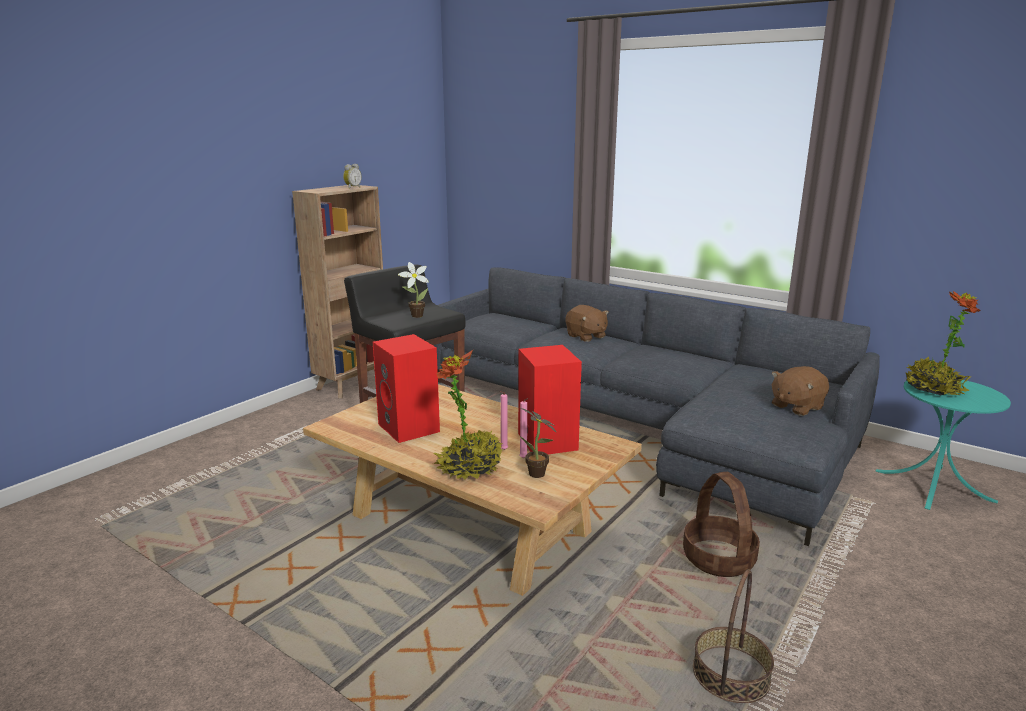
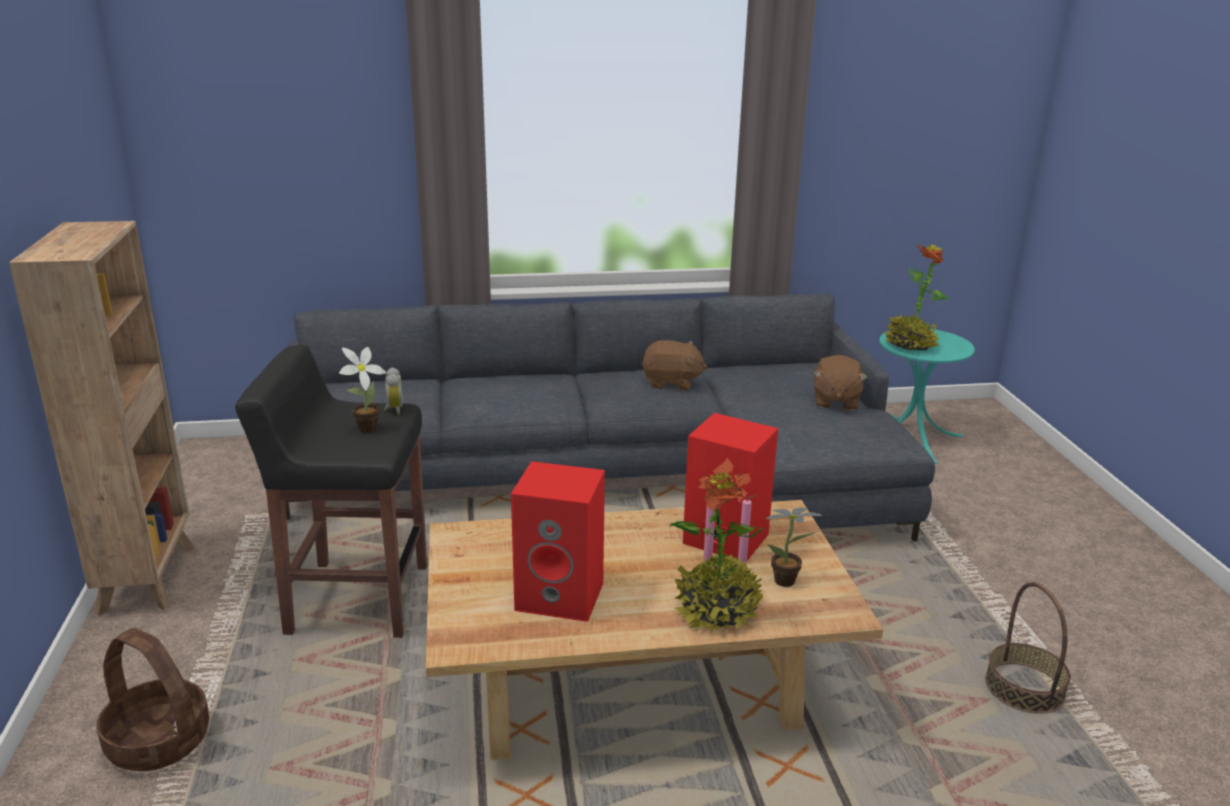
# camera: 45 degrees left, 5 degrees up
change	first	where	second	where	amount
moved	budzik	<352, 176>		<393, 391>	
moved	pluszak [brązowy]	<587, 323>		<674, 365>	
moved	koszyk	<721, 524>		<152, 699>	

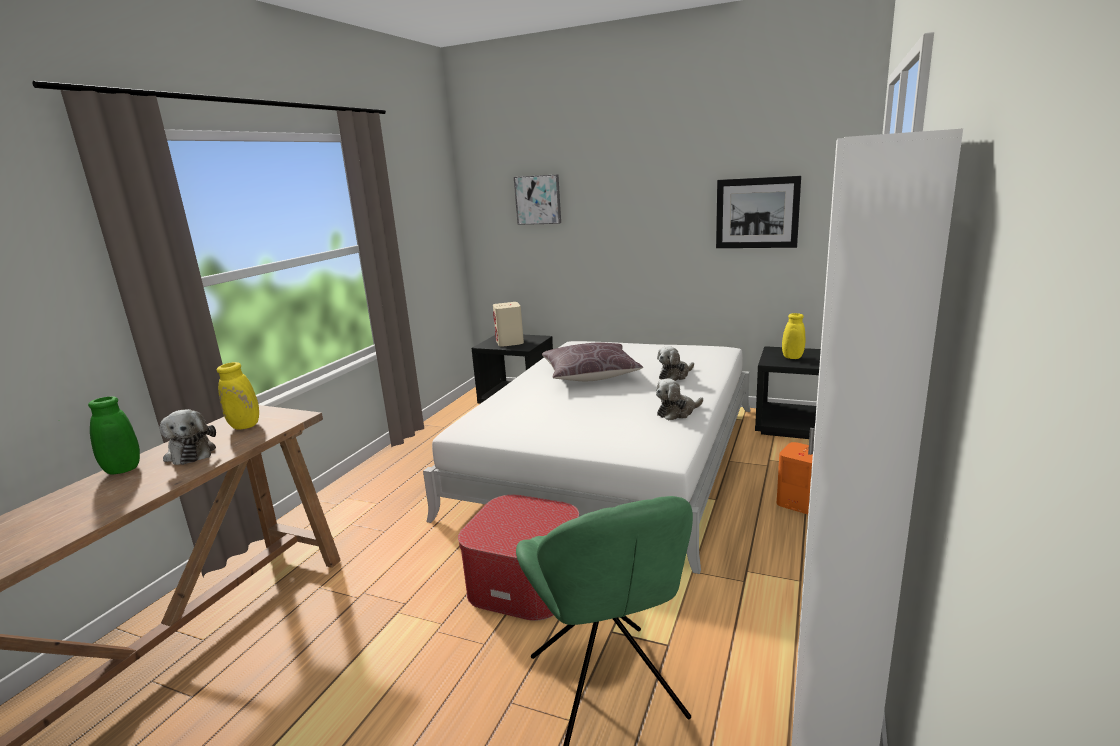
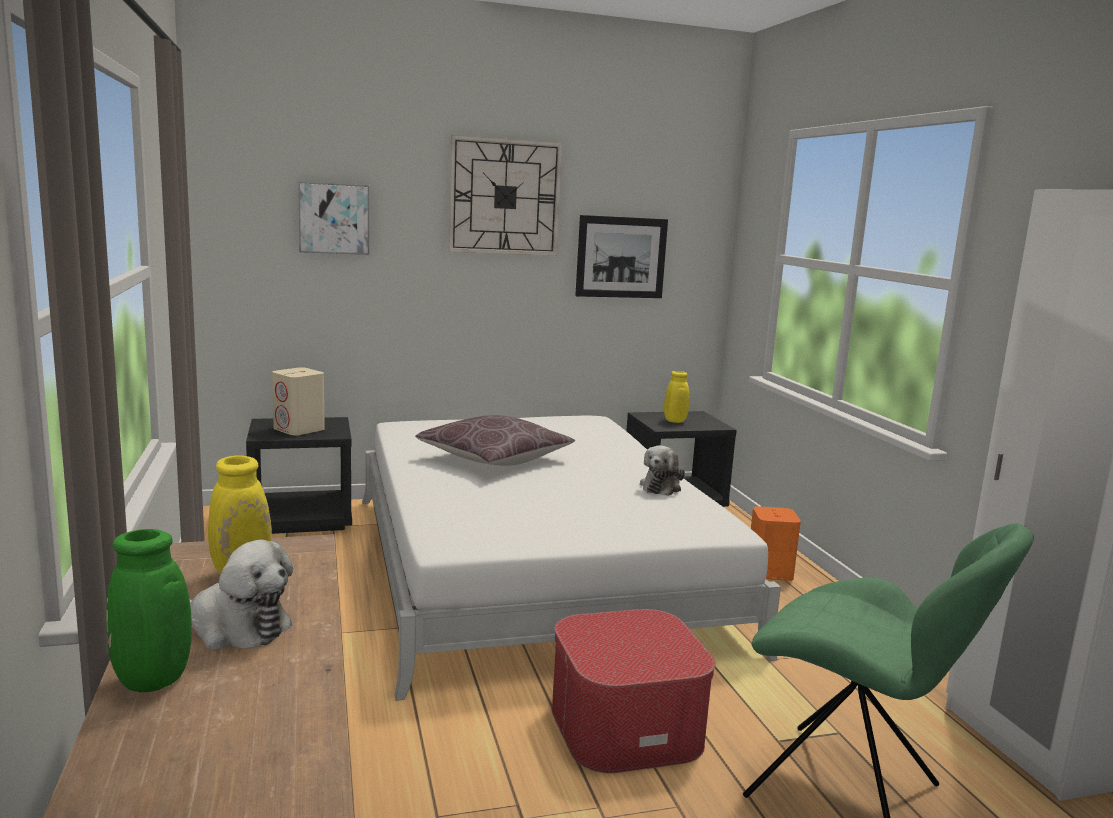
# camera: 40 degrees left, 5 degrees down
change	first	where	second	where	amount
removed	pluszak	<675, 363>			
added			zegar ścienny	<505, 195>	

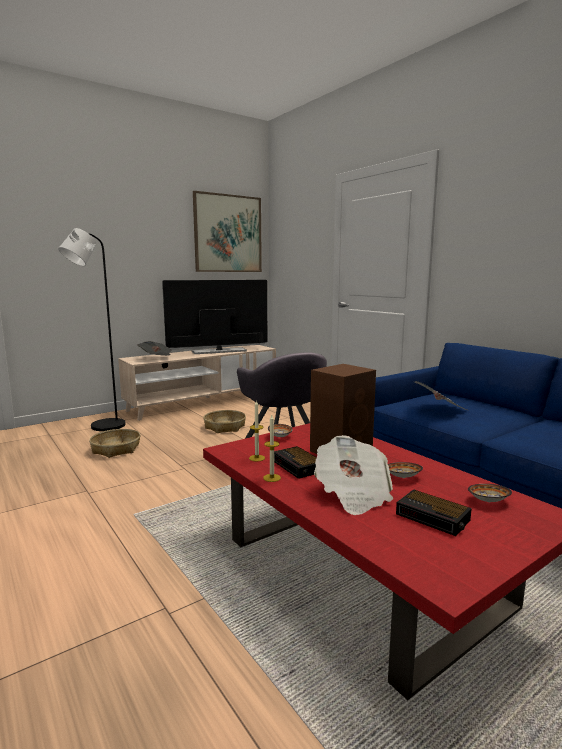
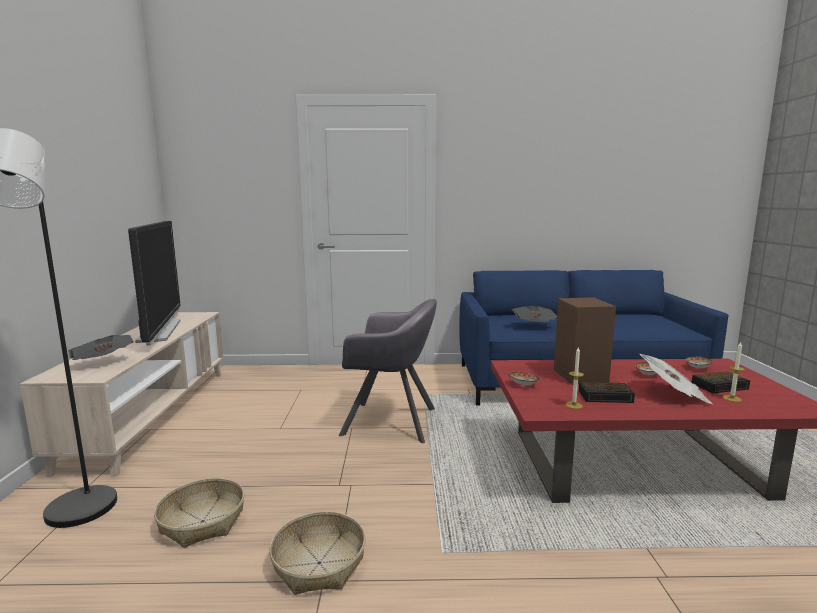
# camera: 55 degrees left, 0 degrees up
change	first	where	second	where	amount
removed	obraz	<227, 231>			
moved	koszyk	<224, 421>		<317, 553>	
moved	świeca	<272, 448>		<734, 372>	
turned	telewizor	<214, 317>		<154, 283>	150 degrees clockwise

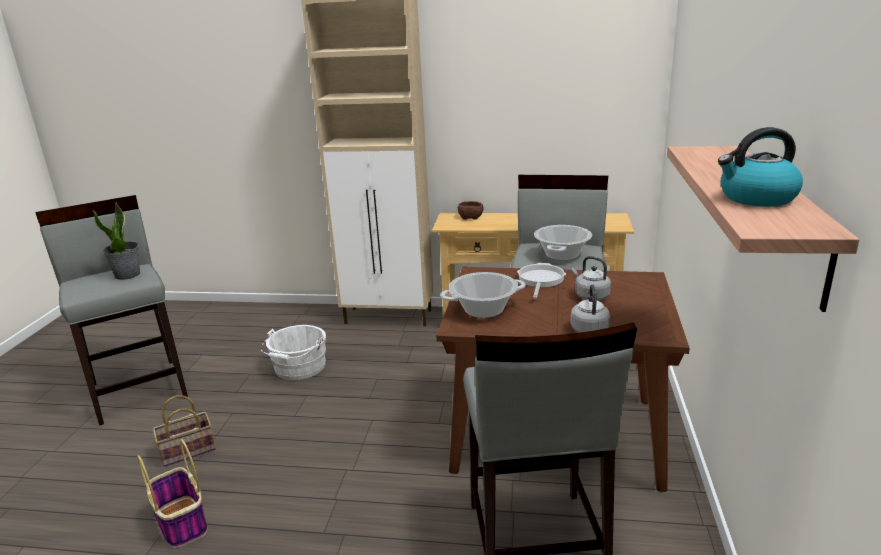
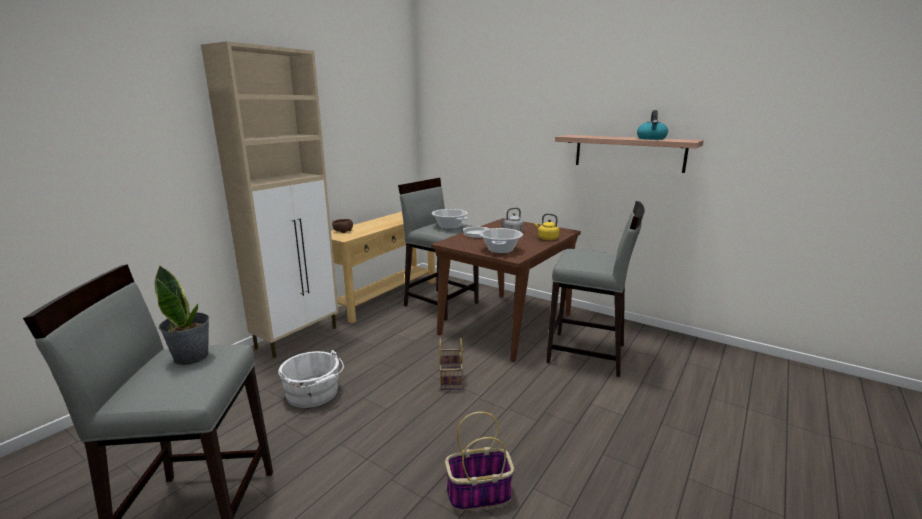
# camera: 65 degrees left, 5 degrees down
change	first	where	second	where	amount
moved	koszyk	<184, 431>		<451, 364>	
recoloured	czajnik [szary]	<590, 308>	czajnik [żółty]	<546, 226>	

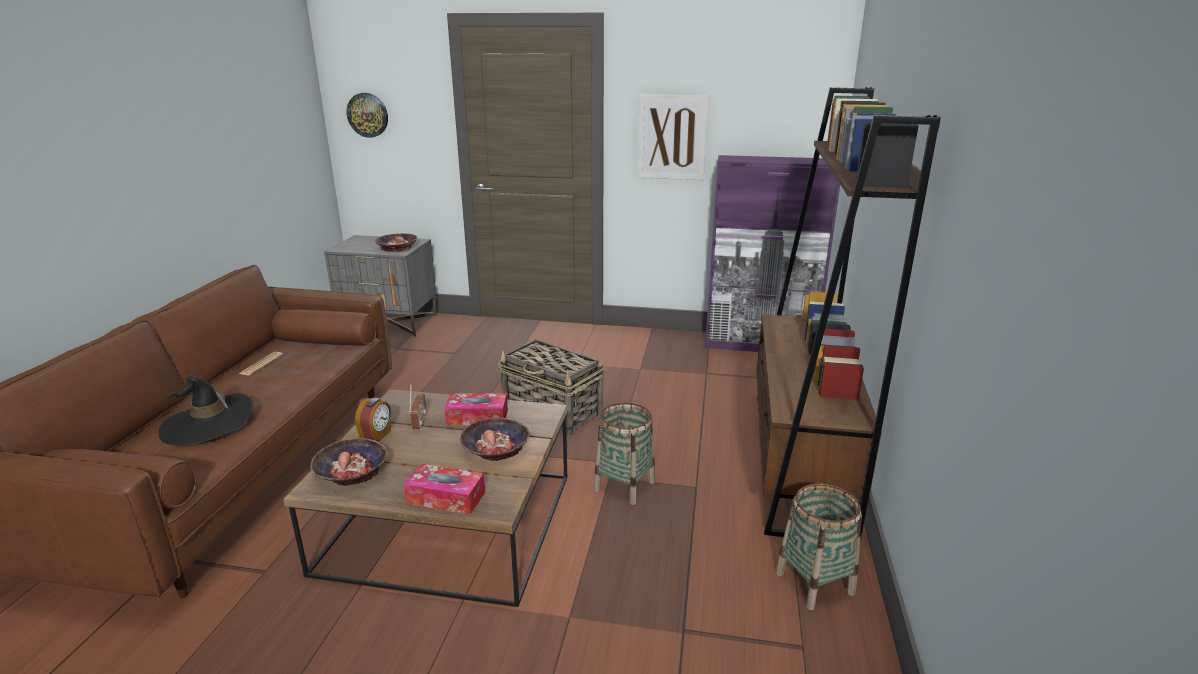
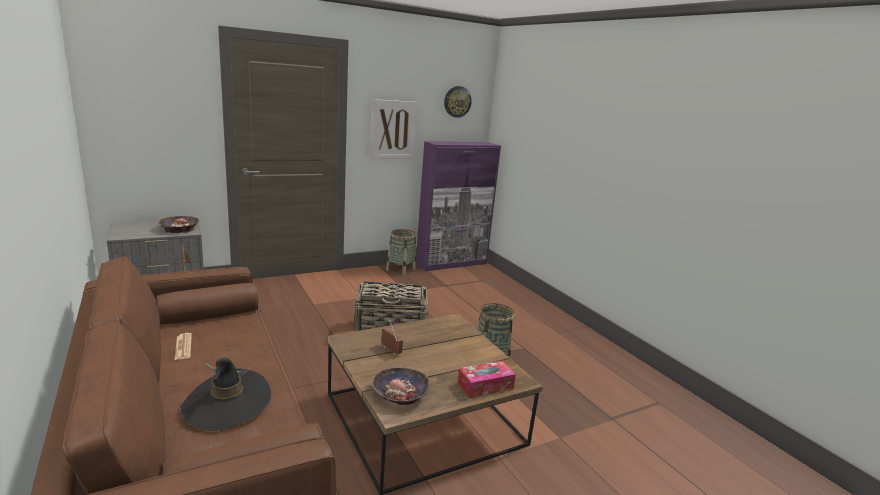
# camera: 40 degrees left, 5 degrees down
change	first	where	second	where	amount
removed	budzik	<373, 419>			
removed	pudełko chusteczek	<476, 409>			
removed	miska	<495, 439>			
removed	regał [brązowy]	<848, 314>			
moved	zegar ścienny	<367, 115>		<458, 102>	
moved	koszyk	<819, 546>		<401, 252>	

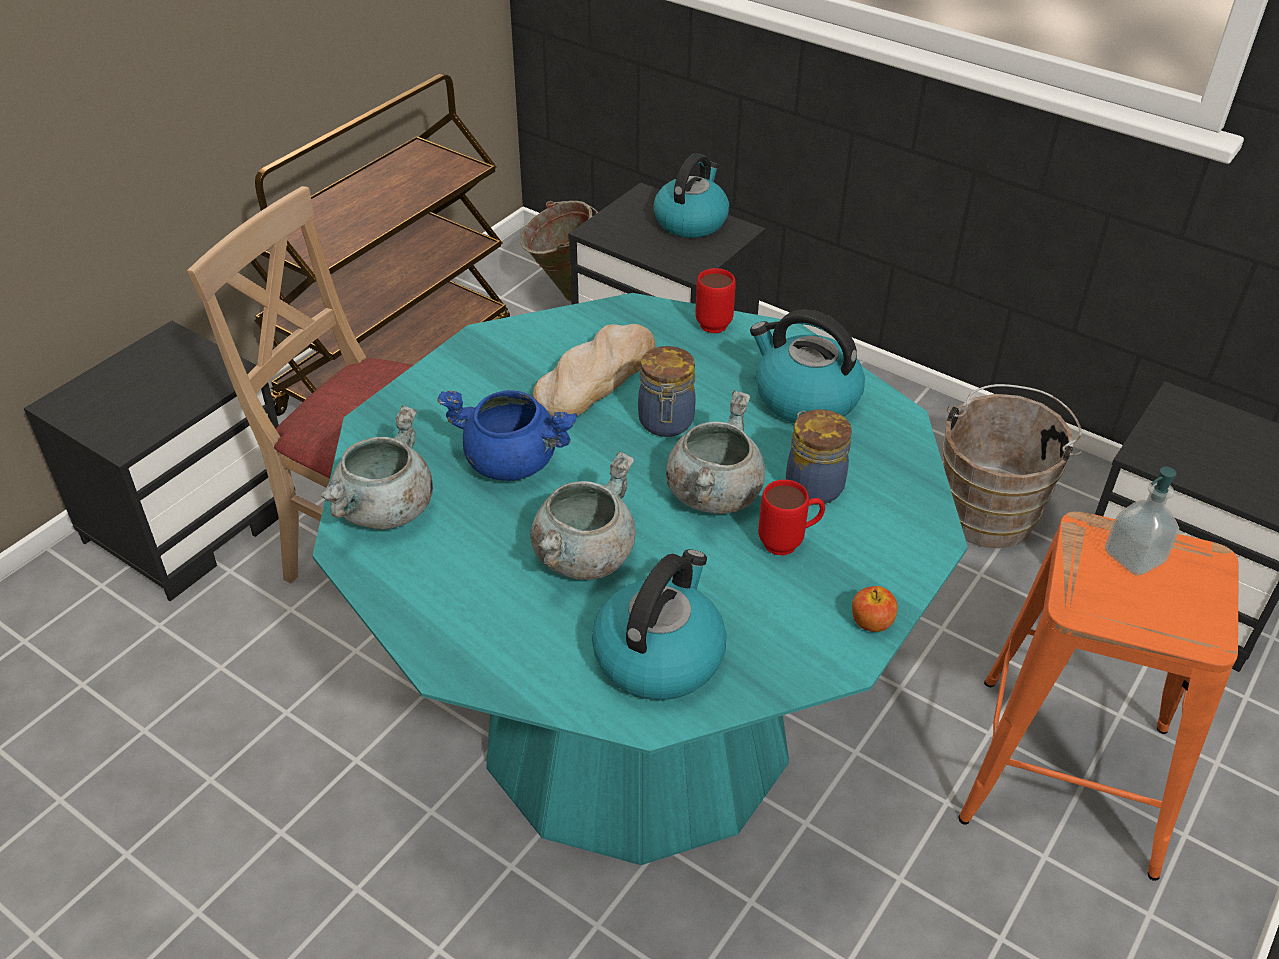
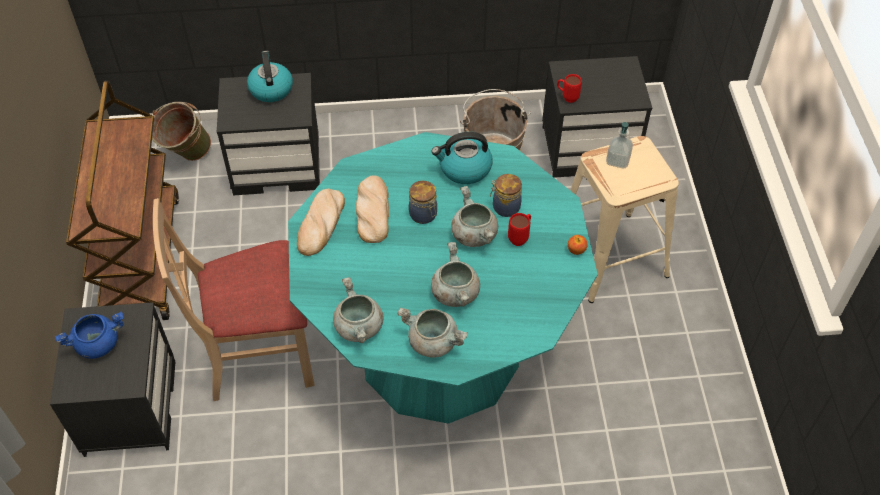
# camera: 40 degrees left, 10 degrees up
change	first	where	second	where	amount
removed	czajnik	<659, 624>			
added			chleb	<321, 222>	
added			garnek [szary]	<432, 333>	
moved	garnek [niebieski]	<507, 435>		<89, 335>	
moved	kubek [czerwony]	<715, 300>		<569, 88>	
recoloured	stołek [pomarańczowy]	<1098, 696>	stołek [beżowy]	<624, 219>	

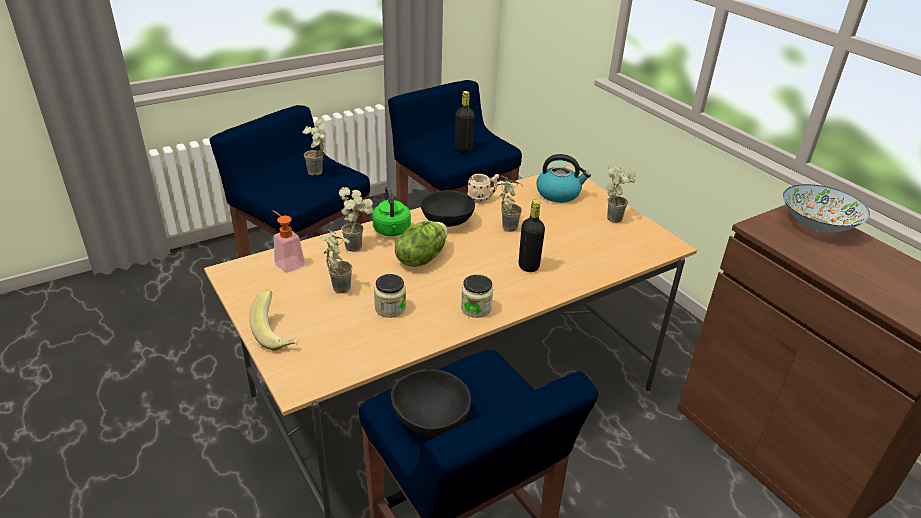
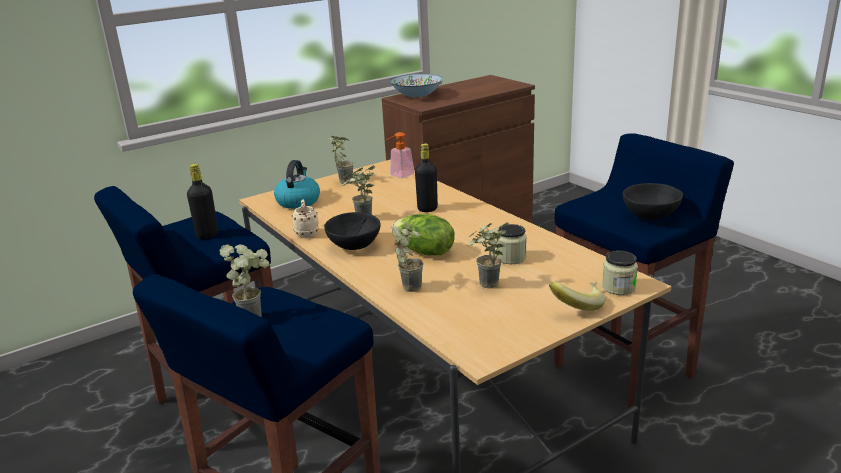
# camera: 90 degrees left, 10 degrees down
change	first	where	second	where	amount
removed	czajnik [zielony]	<391, 210>			
moved	dozownik mydła	<288, 241>		<400, 155>	
moved	słoik	<477, 296>		<620, 272>	

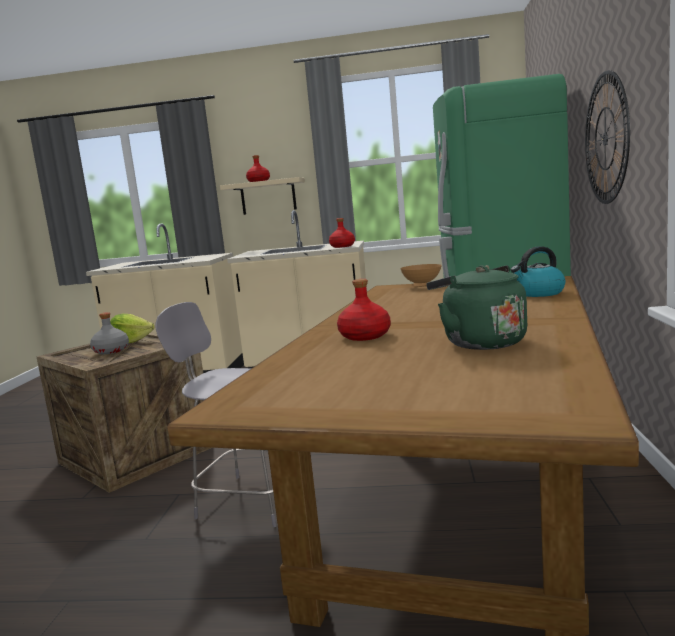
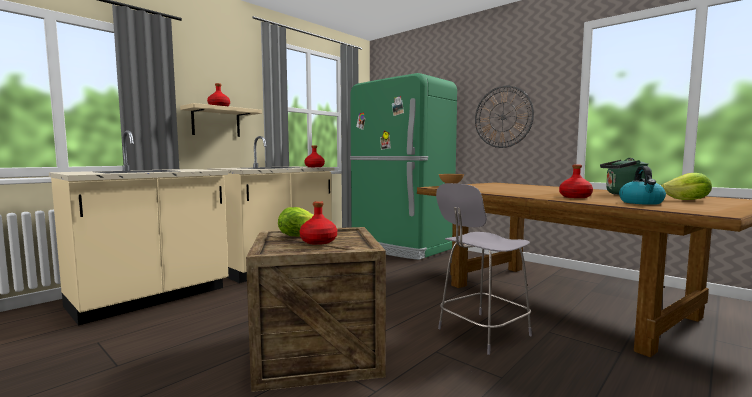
# camera: 55 degrees left, 5 degrees down
change	first	where	second	where	amount
added			sałata	<686, 186>	
moved	czajnik	<537, 271>		<642, 185>	
recoloured	butelka [szary]	<109, 333>	butelka [czerwony]	<318, 223>	

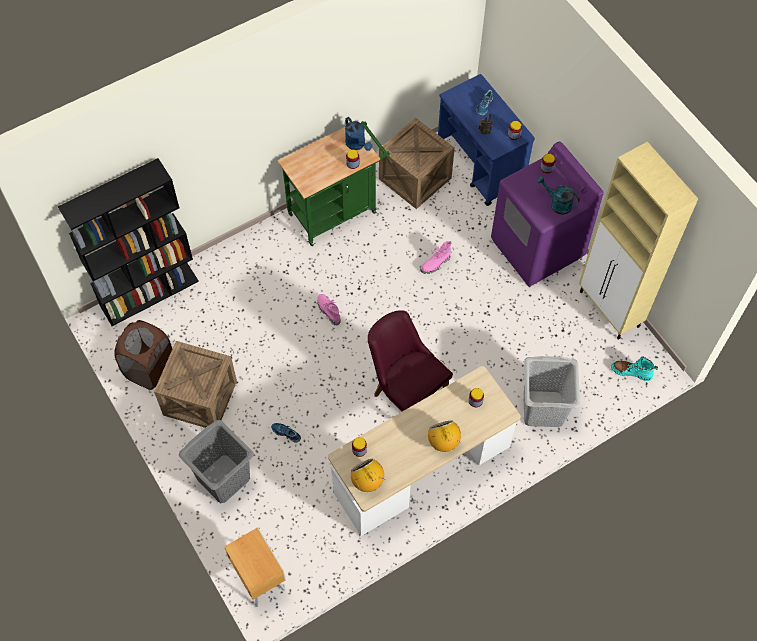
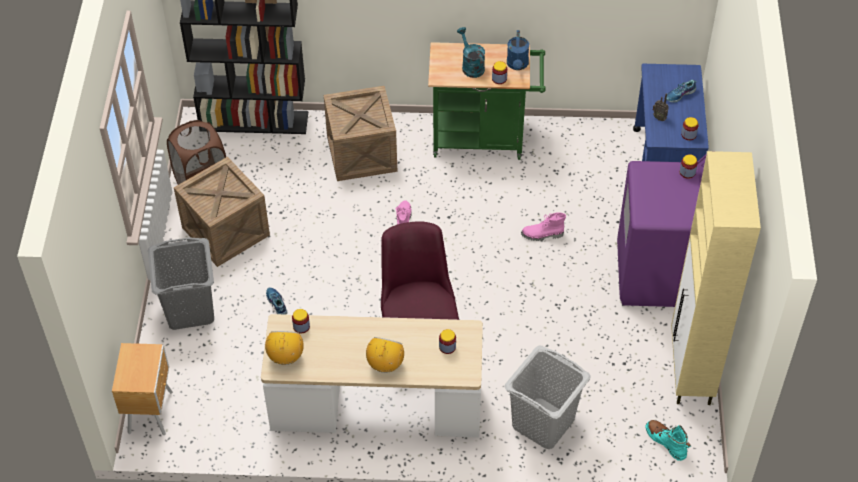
# camera: 35 degrees right, 10 degrees down
change	first	where	second	where	amount
moved	skrzynka	<417, 163>		<360, 133>	
moved	konewka [turkusowy]	<558, 195>		<471, 52>	

